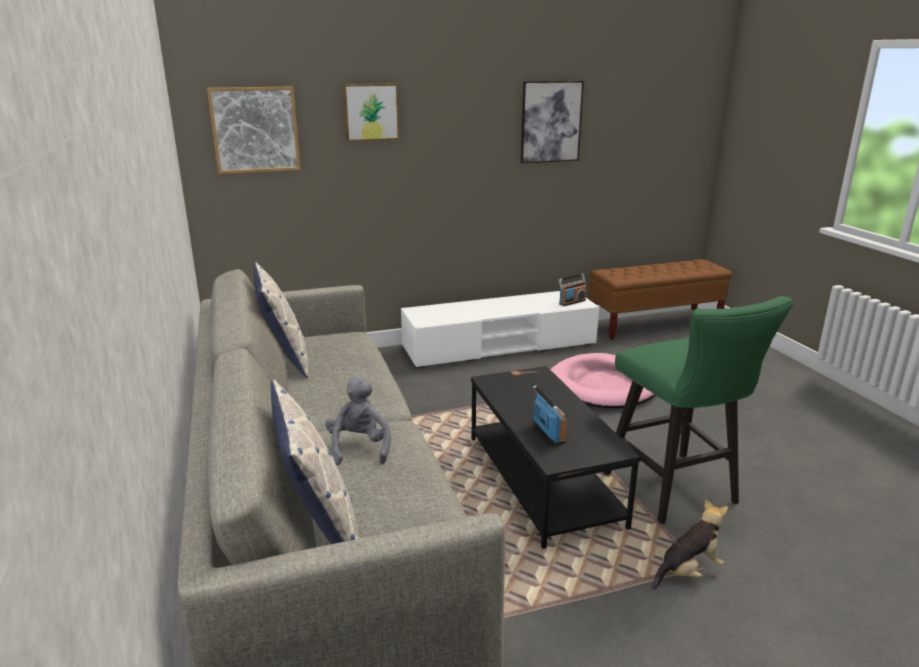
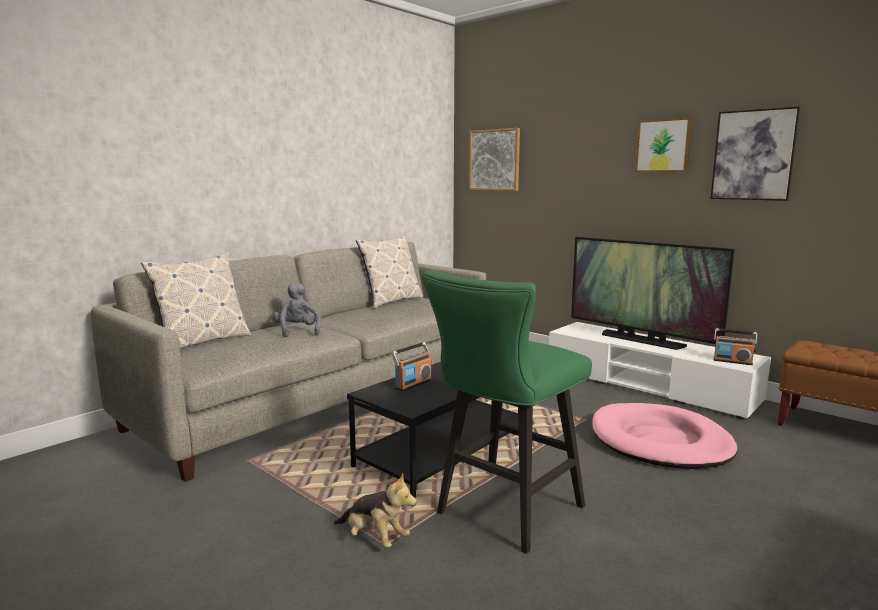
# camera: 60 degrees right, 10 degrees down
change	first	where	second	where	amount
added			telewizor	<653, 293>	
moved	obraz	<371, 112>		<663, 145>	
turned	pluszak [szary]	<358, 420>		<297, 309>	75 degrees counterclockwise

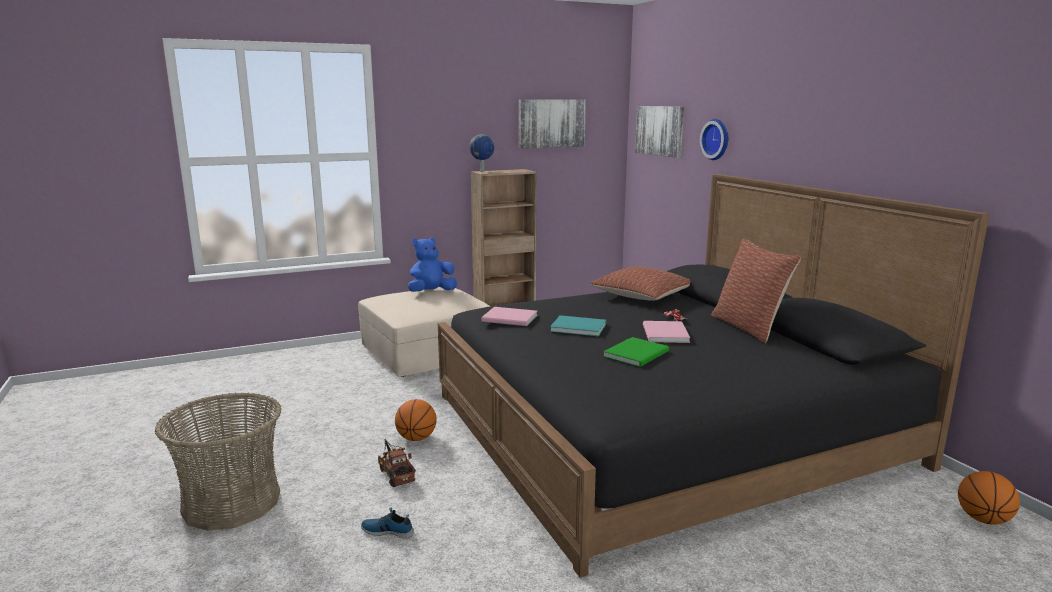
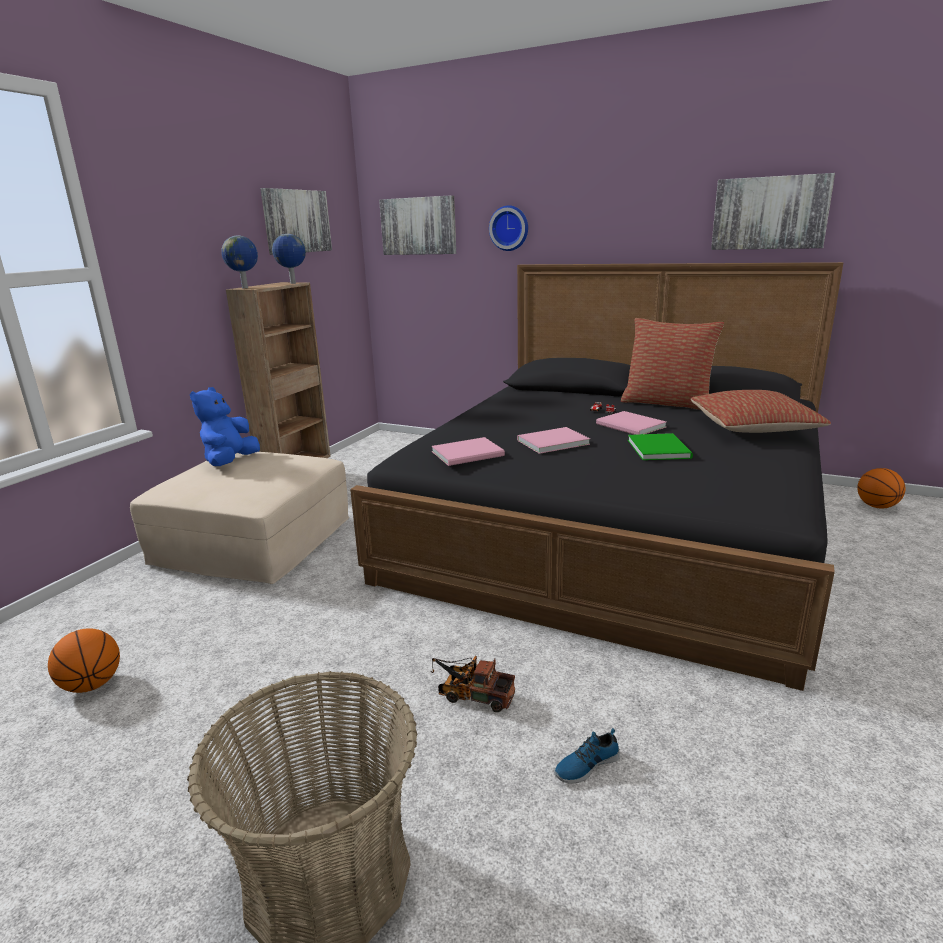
# camera: 40 degrees left, 5 degrees up
change	first	where	second	where	amount
added			globus	<289, 259>	
added			obraz	<773, 211>	
moved	piłka do koszykówki	<416, 420>		<84, 660>	
moved	poduszka	<640, 284>		<761, 411>	
recoloured	książka [turkusowy]	<578, 325>	książka [różowy]	<553, 440>	

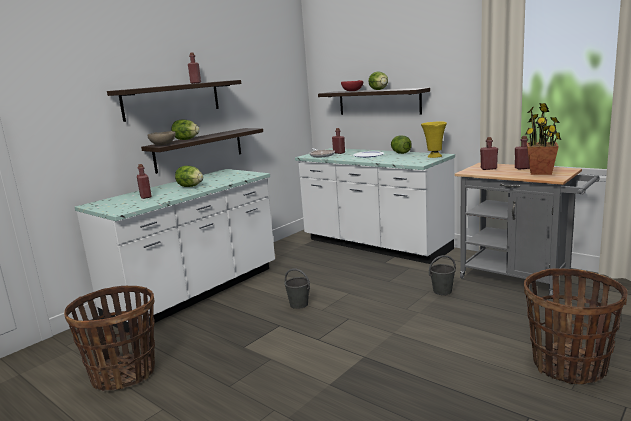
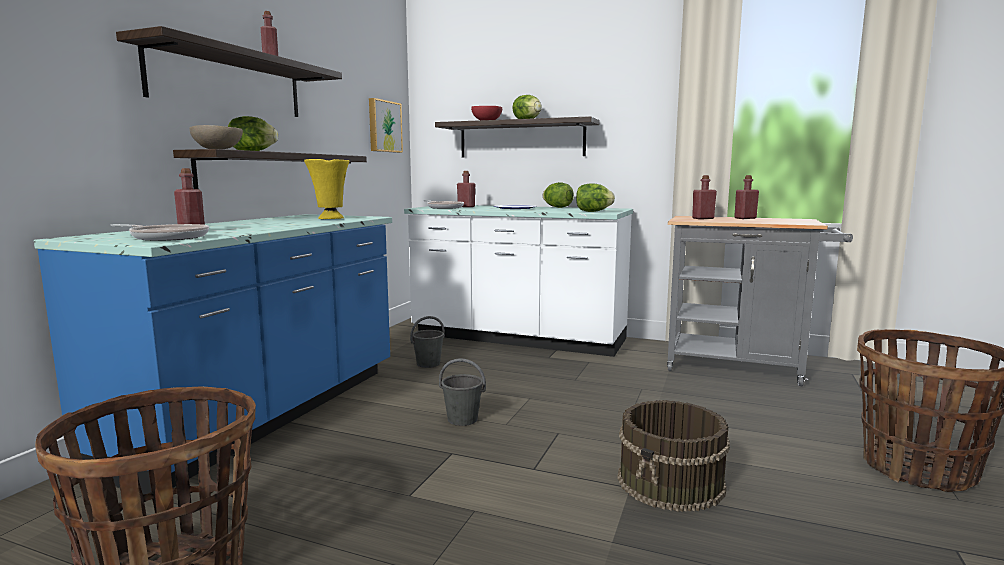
# camera: 20 degrees left, 5 degrees down
change	first	where	second	where	amount
removed	roślina doniczkowa	<543, 139>			
added			patelnia	<160, 232>	
added			obraz	<386, 125>	
added			wiadro [brązowy]	<674, 456>	
moved	sałata	<189, 176>		<595, 197>	
moved	wazon [żółty]	<434, 140>		<327, 189>	
moved	wiadro [szary]	<442, 275>		<427, 342>	
recoloured	zabudowa kuchenna [biały]	<175, 251>	zabudowa kuchenna [niebieski]	<213, 354>	

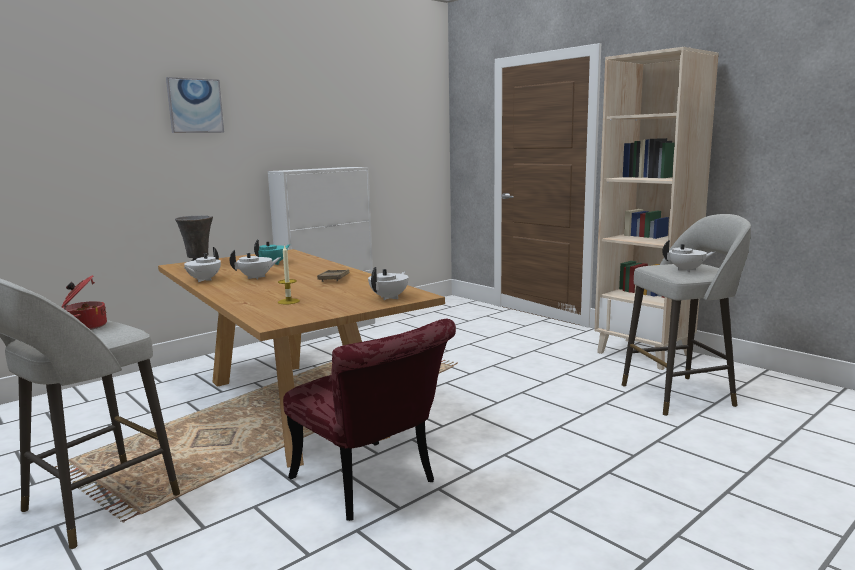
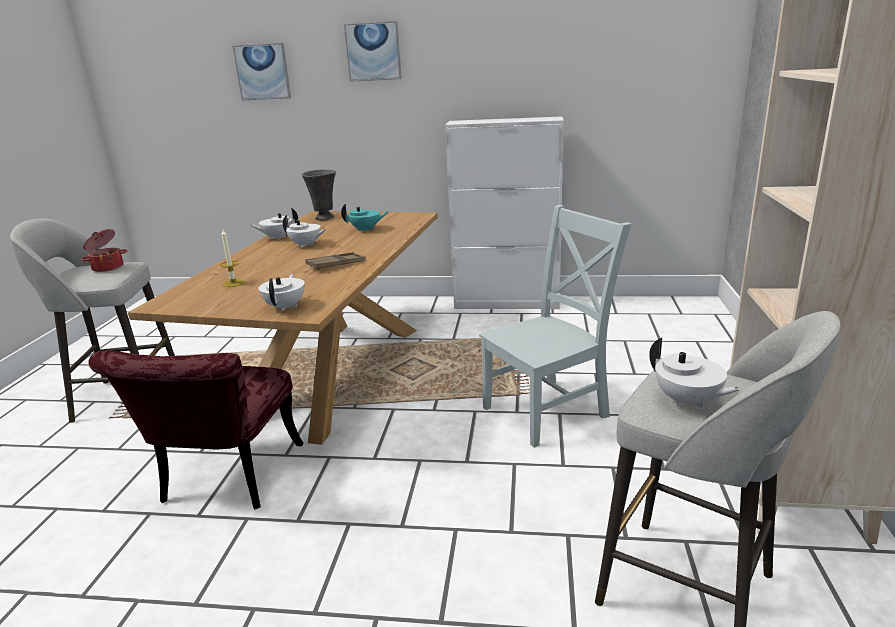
# camera: 50 degrees right, 10 degrees up
change	first	where	second	where	amount
added			obraz	<262, 71>	
added			krzesło [szary]	<555, 326>	
turned	imbryk [biały]	<388, 283>		<281, 292>	75 degrees counterclockwise

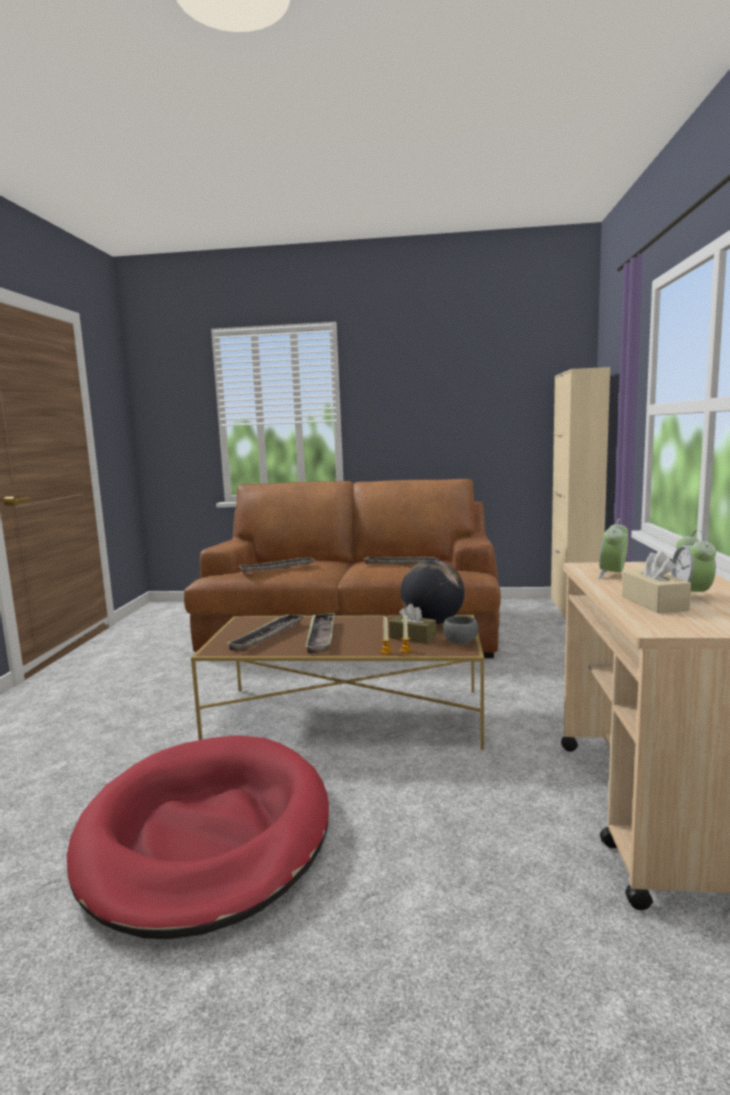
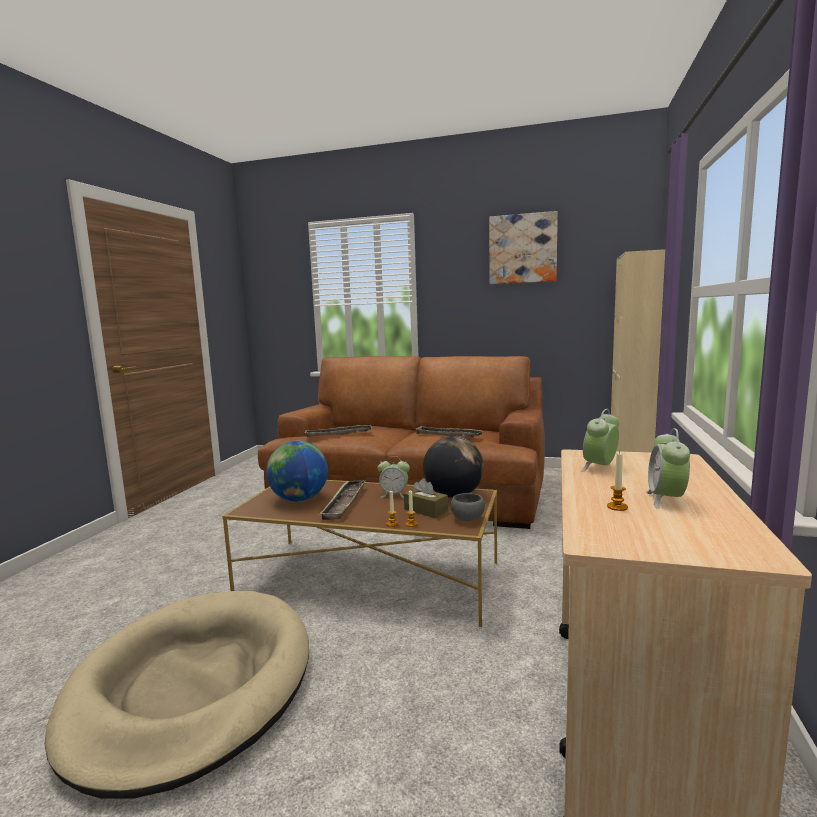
# camera: 10 degrees right, 0 degrees up
change	first	where	second	where	amount
added			budzik	<393, 477>	
added			obraz	<523, 247>	
replaced	taca	<264, 633>	globus	<297, 471>	
replaced	pudełko chusteczek [beżowy]	<656, 581>	świeca	<617, 481>	
recoloured	legowisko [czerwony]	<198, 837>	legowisko [beżowy]	<177, 694>	

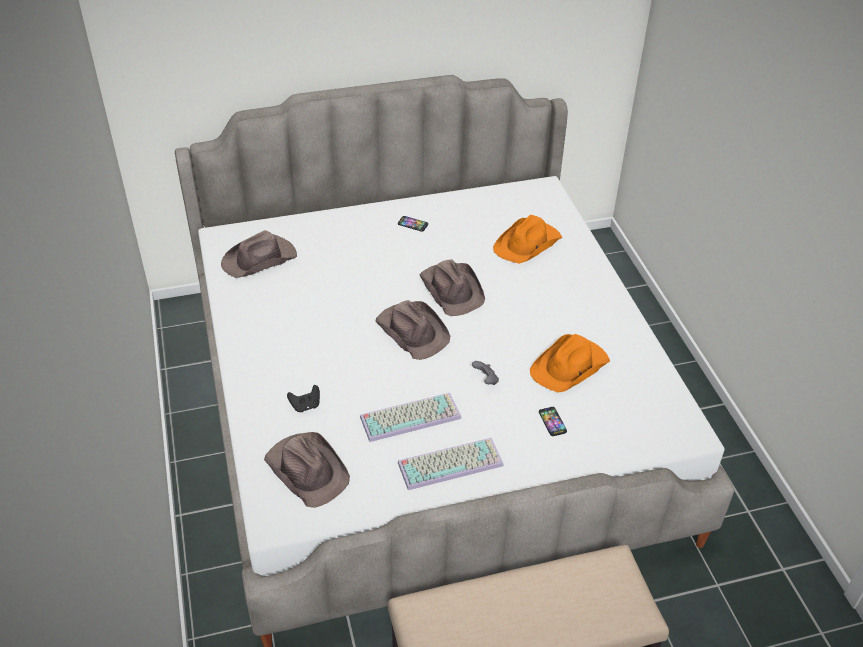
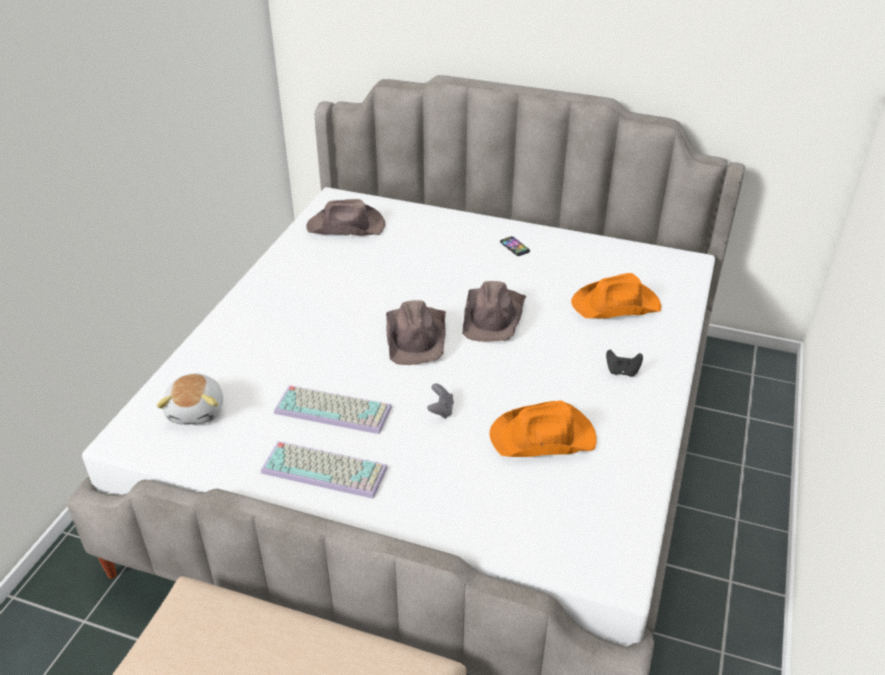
# camera: 35 degrees right, 5 degrees down
change	first	where	second	where	amount
removed	telefon	<553, 421>			
moved	pad do gier [czarny]	<303, 398>		<624, 363>	
replaced	kapelusz [brązowy]	<307, 470>	pluszak	<189, 399>	

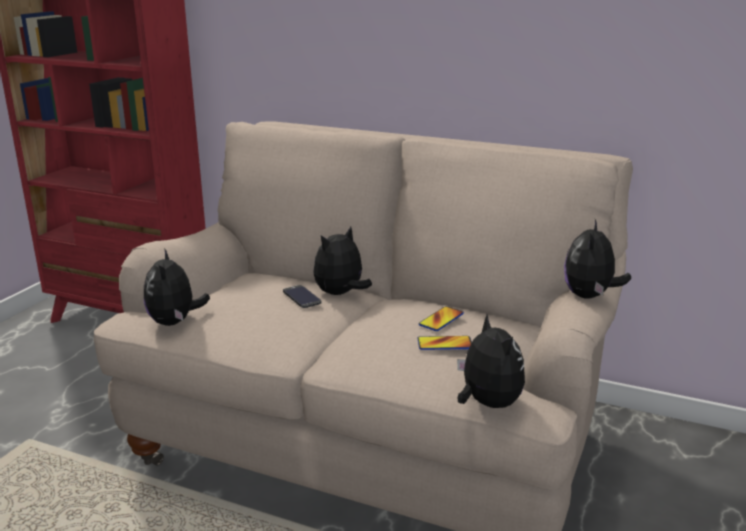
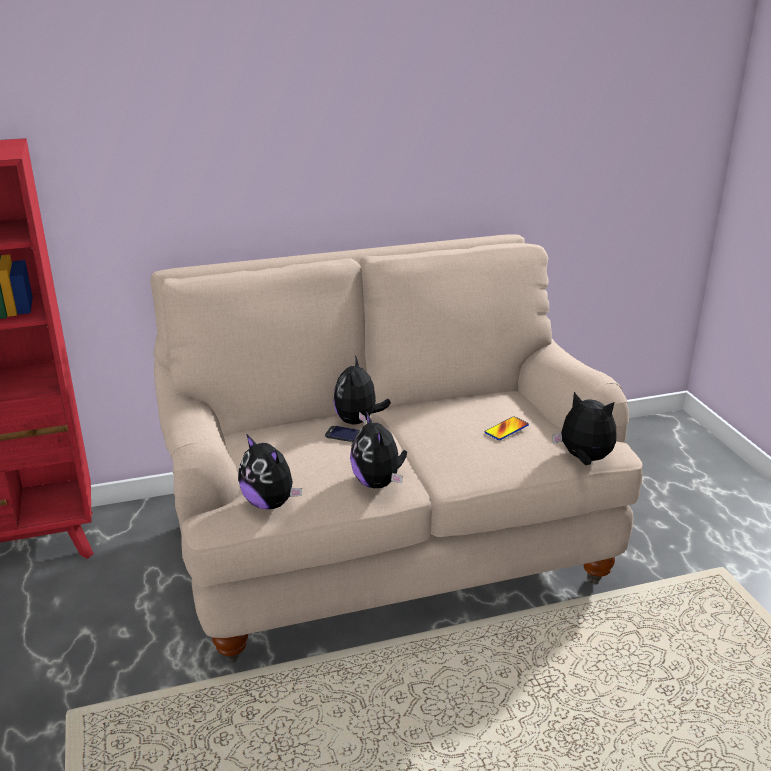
# camera: 40 degrees left, 5 degrees up
change	first	where	second	where	amount
removed	telefon	<441, 318>			
moved	pluszak	<597, 259>		<378, 450>	

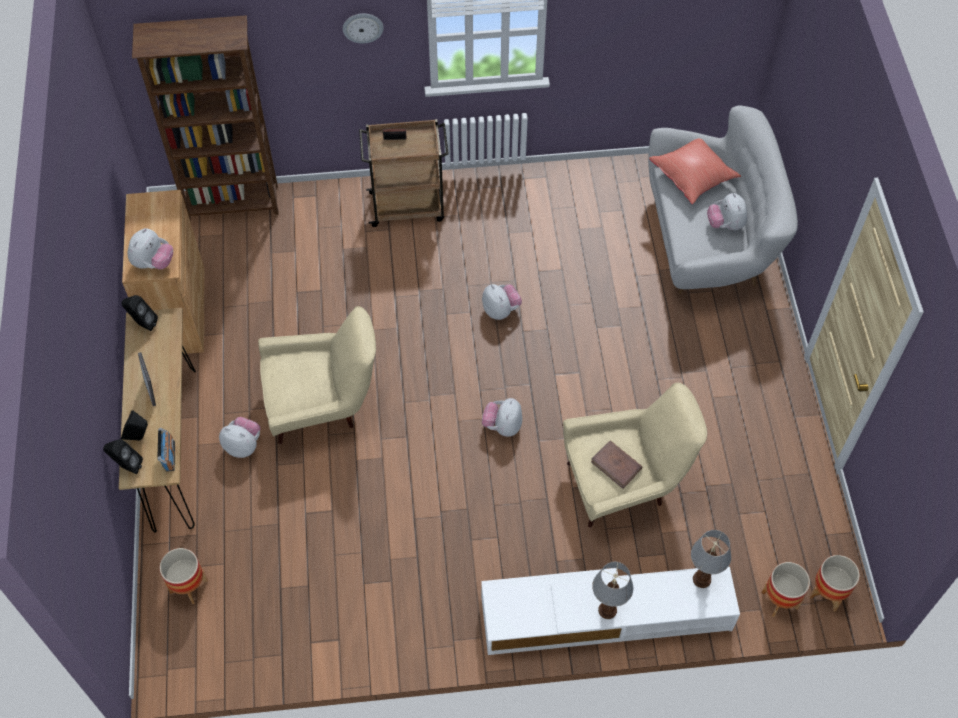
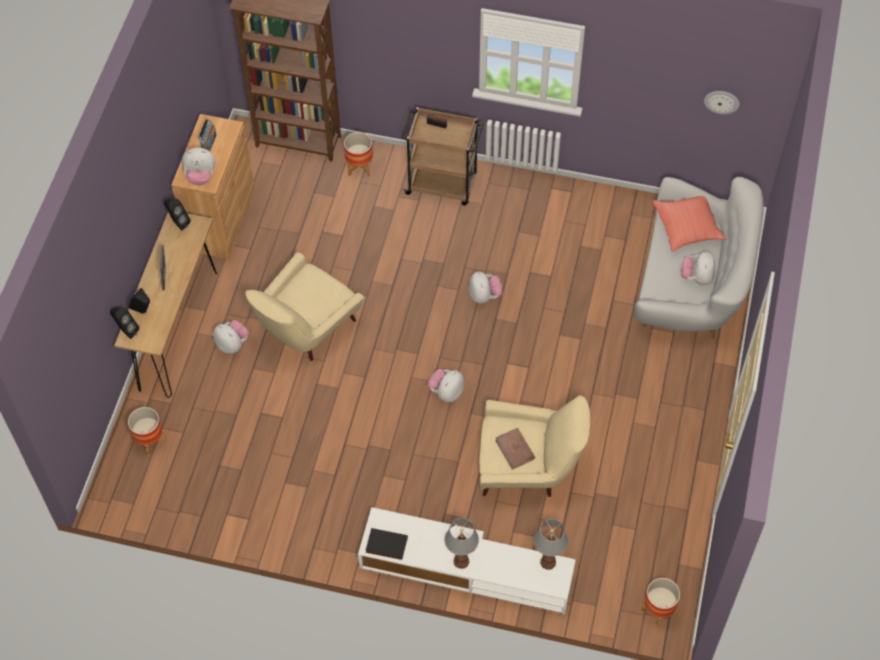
# camera: 20 degrees right, 0 degrees up
change	first	where	second	where	amount
added			książka [czarny]	<387, 544>	
moved	radio	<166, 450>		<207, 134>	
moved	zegar ścienny	<363, 28>		<722, 102>	
moved	donica	<785, 589>		<358, 154>	
turned	pluszak	<150, 248>		<198, 166>	45 degrees clockwise
turned	fotel [beżowy]	<317, 375>		<305, 306>	120 degrees clockwise

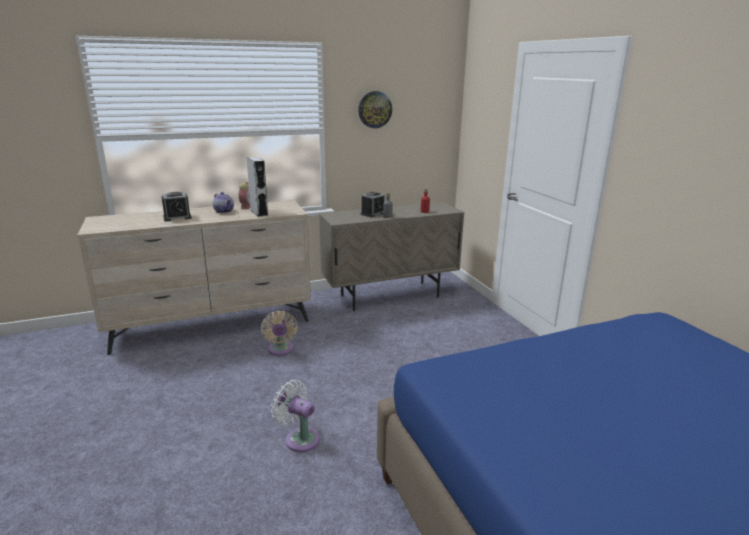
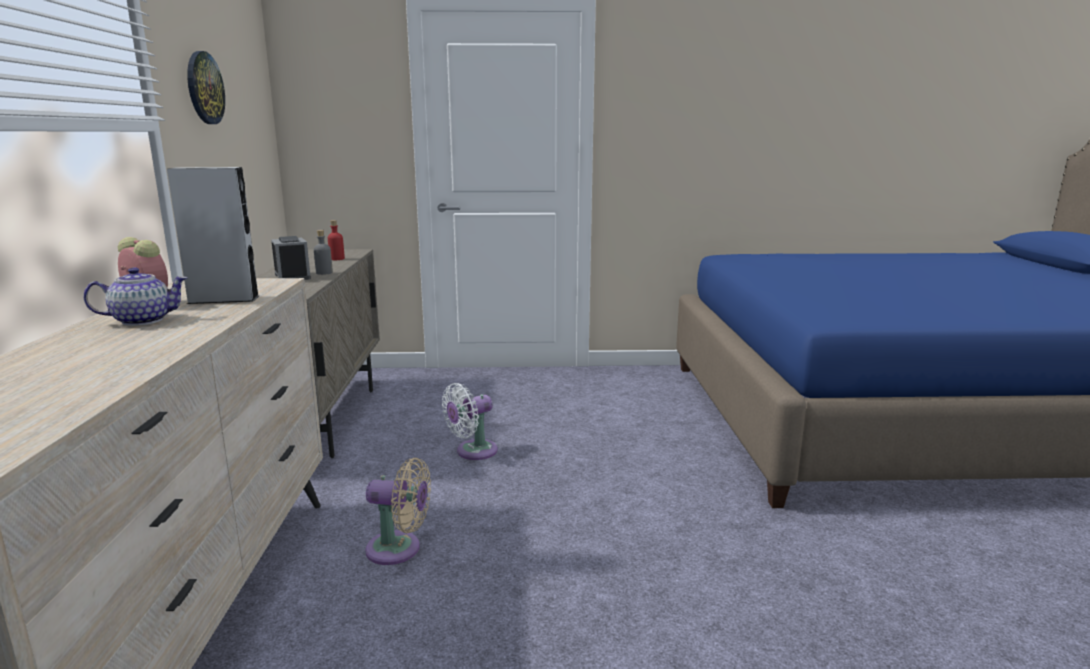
# camera: 70 degrees left, 5 degrees down
change	first	where	second	where	amount
removed	budzik	<177, 206>			
moved	wentylator [biały]	<295, 416>		<470, 421>	

